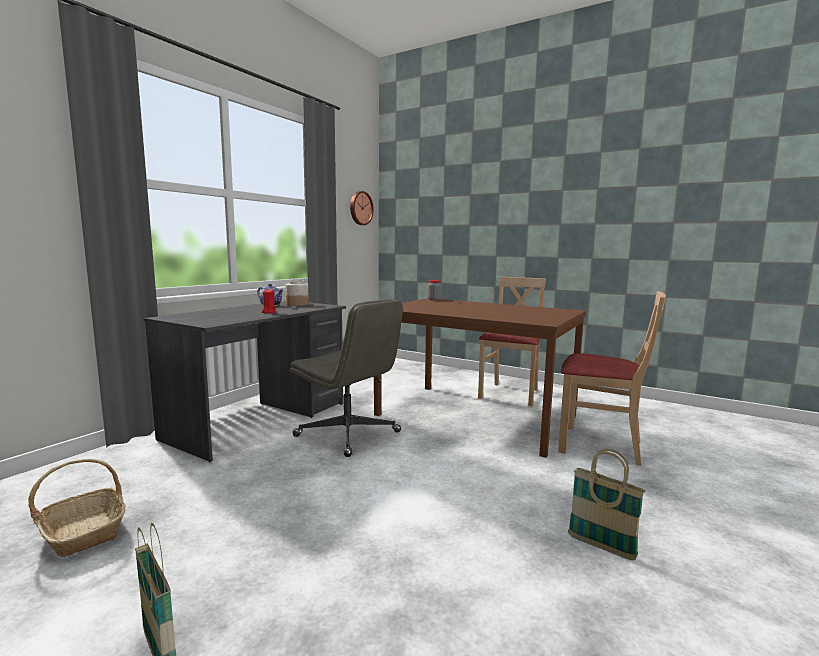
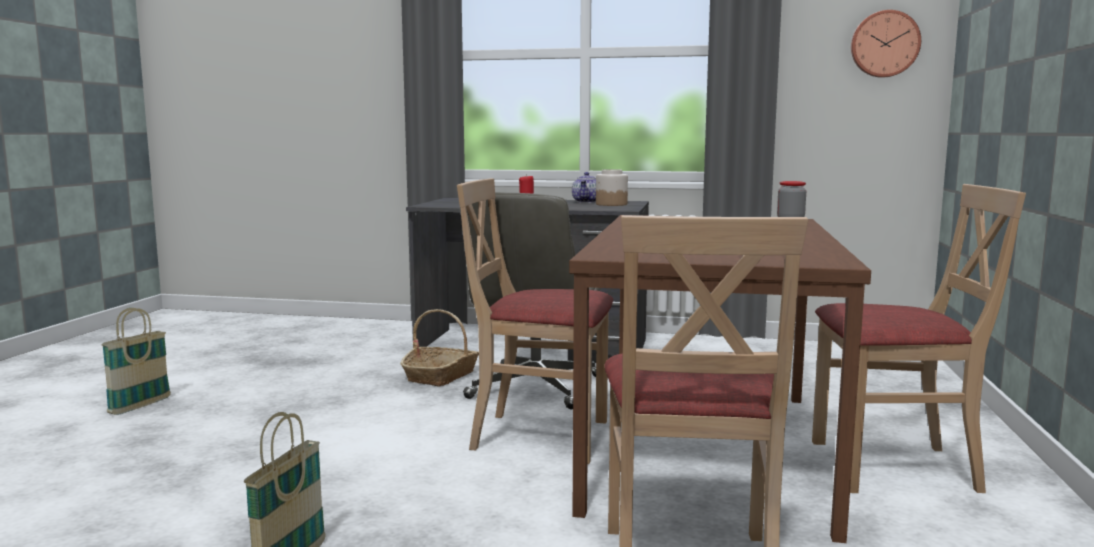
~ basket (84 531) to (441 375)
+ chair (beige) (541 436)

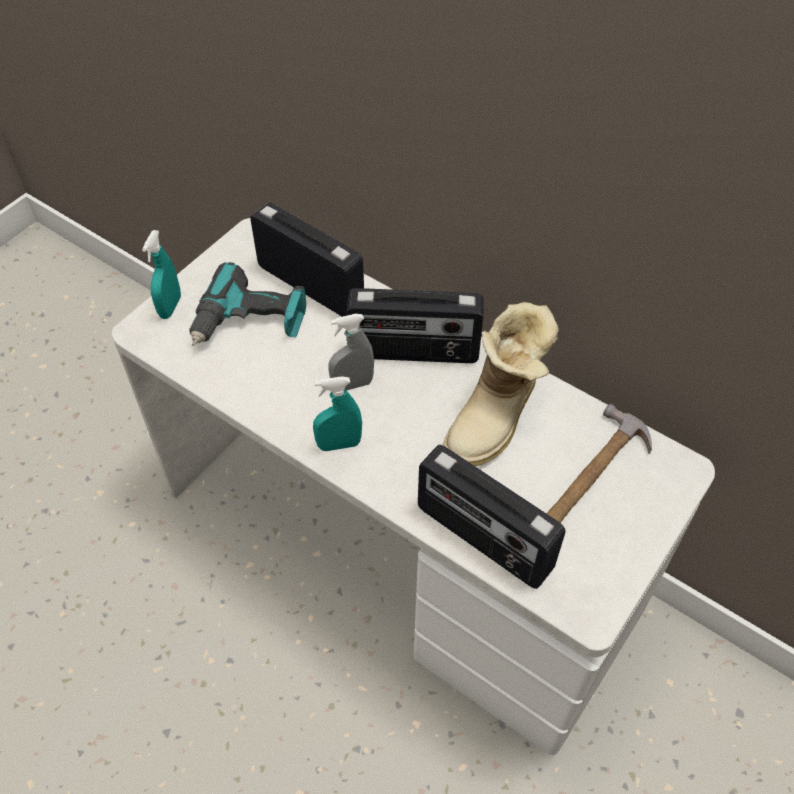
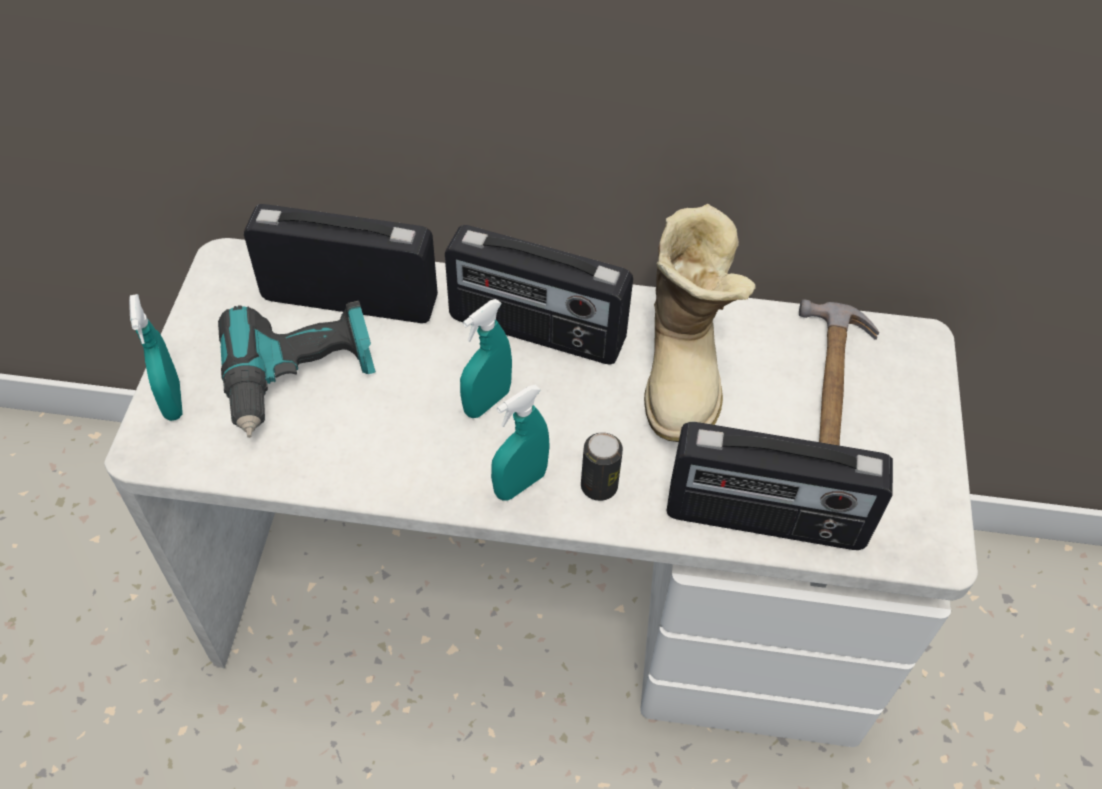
~ spray bottle (gray) (352 384) to spray bottle (turquoise) (487 402)
~ radio set (414 352) = (536 331) 45 degrees clockwise
+ sealed can (599 486)

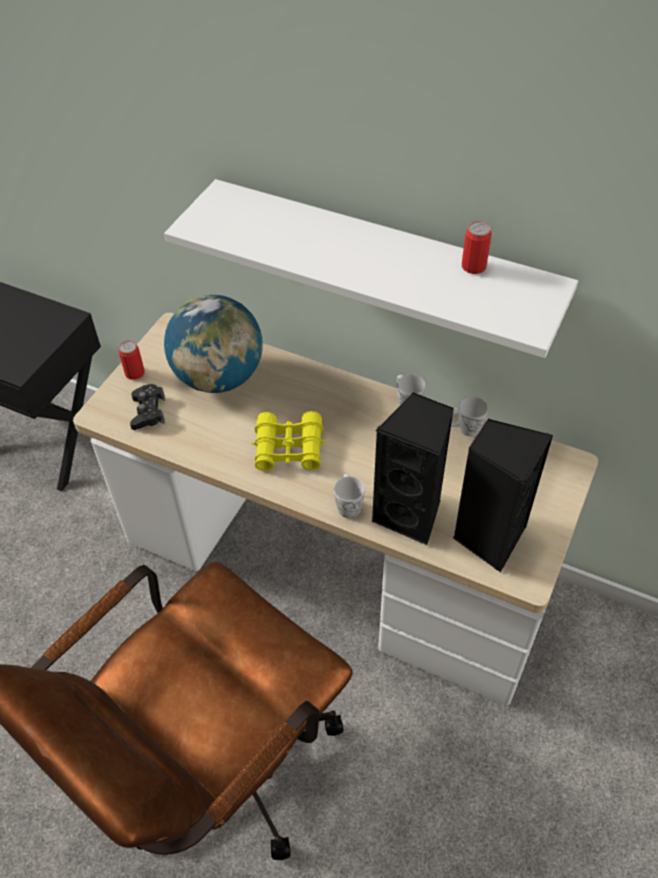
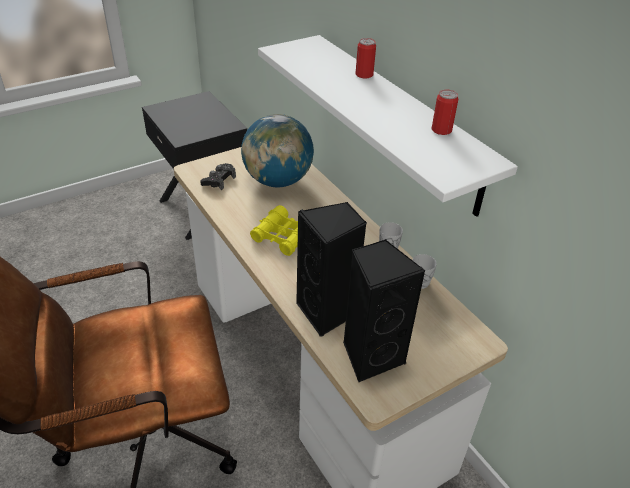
~ sealed can (135 373) to (364 74)
- mug (white-coloured) (348 505)

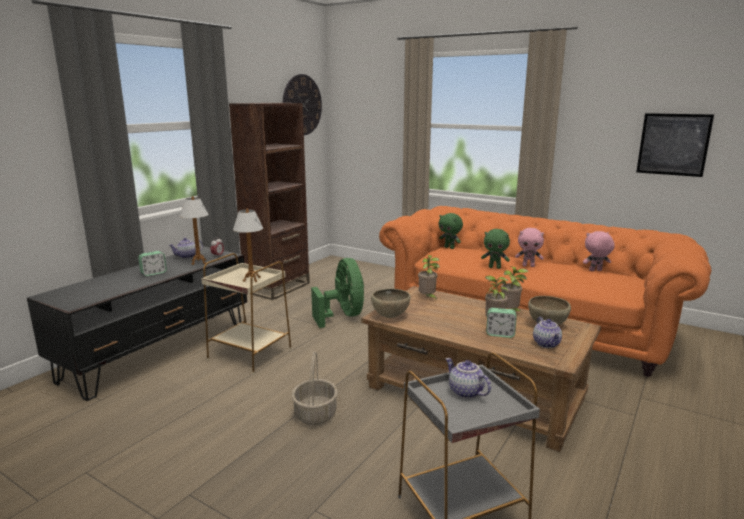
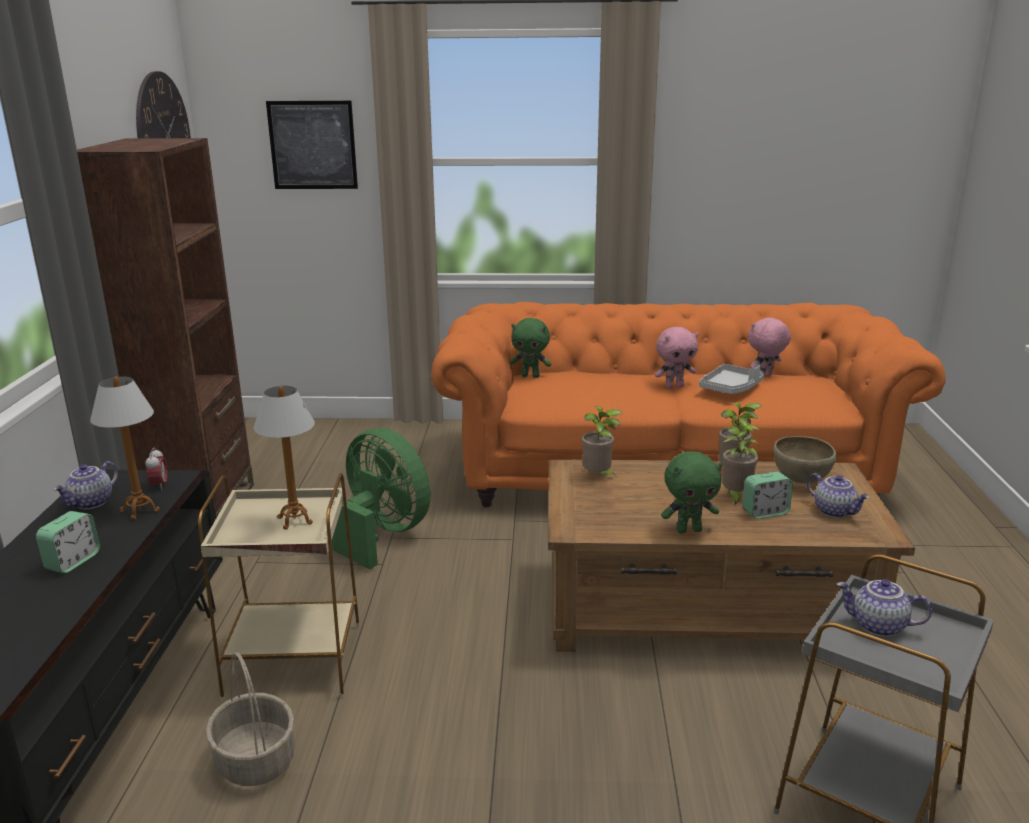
~ basket (315 414) to (254 761)
- deep dish (brown-coloured) (390 316)
~ plush toy (green) (495 267) to (689 530)
~ picture (673 144) to (312 145)
+ serving tray (gray) (731 388)

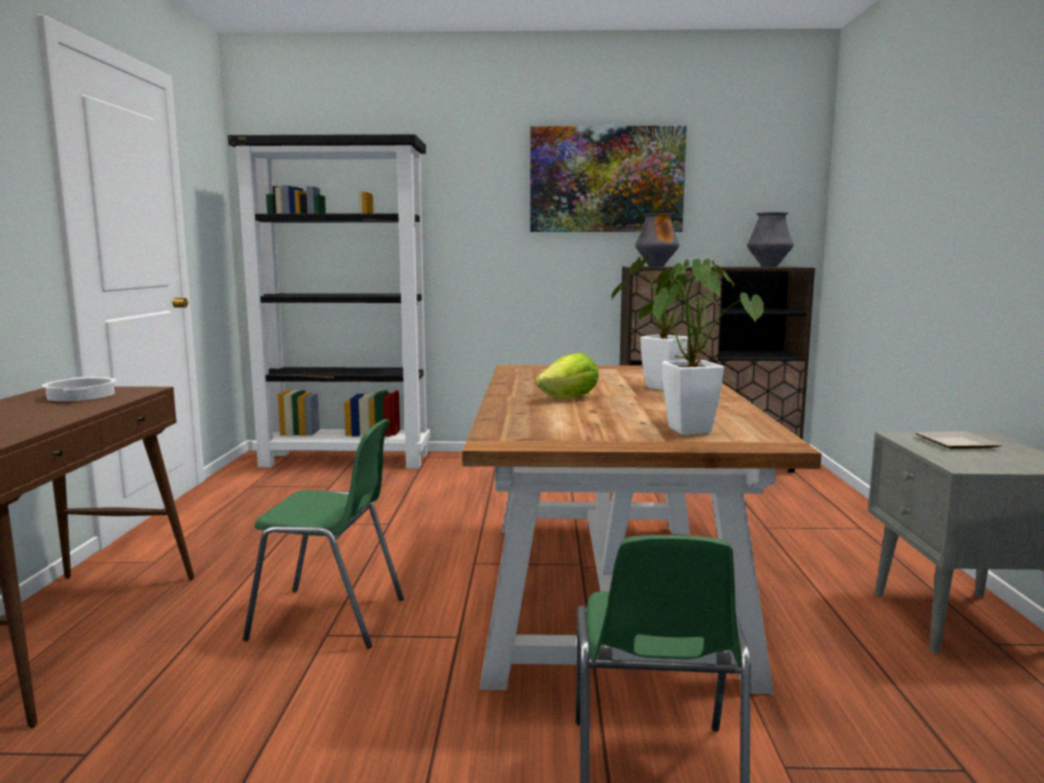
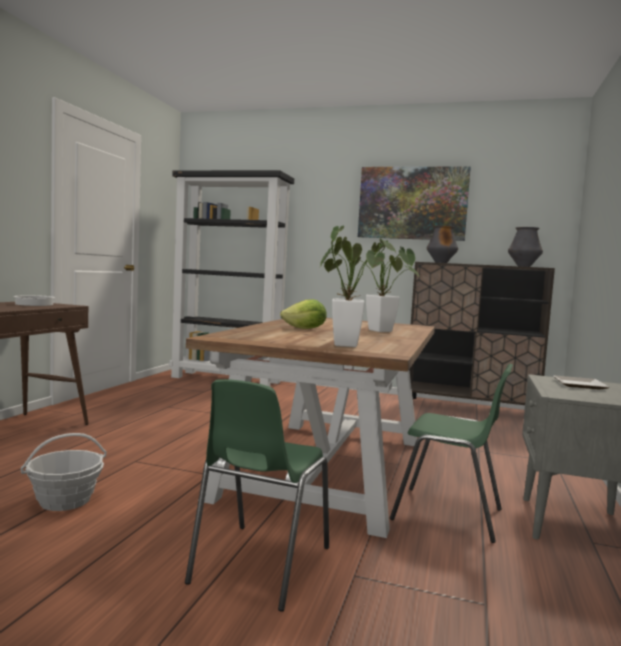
~ chair (green) (330 618) to (449 514)
+ basket (65 500)

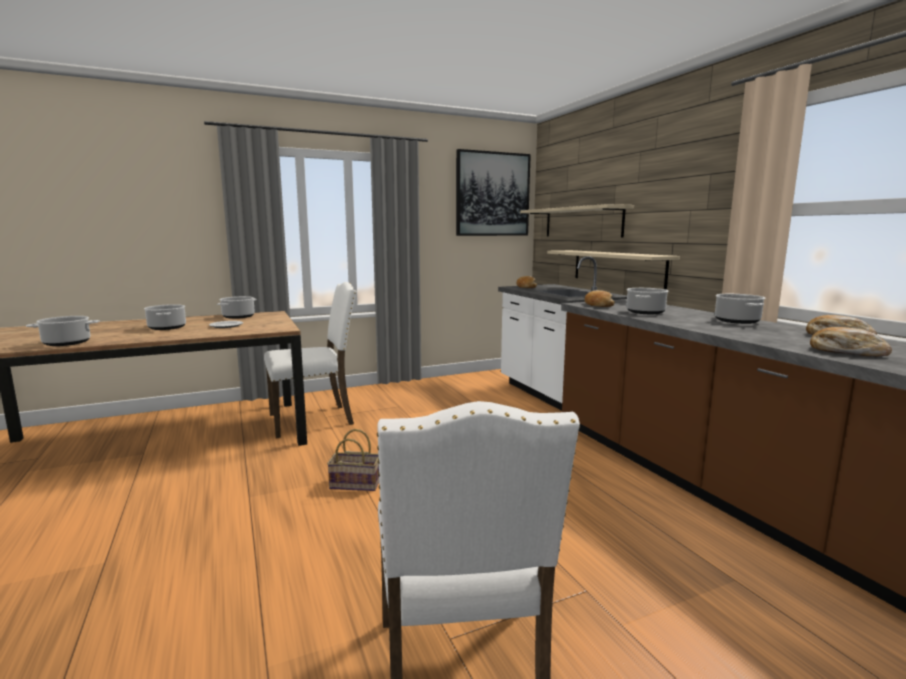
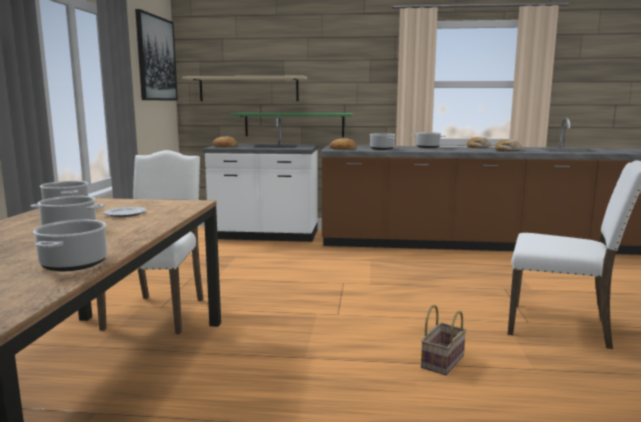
~ basket (357 483) to (442 361)
~ bracket shelf (beige) (617 268) to bracket shelf (green) (294 124)

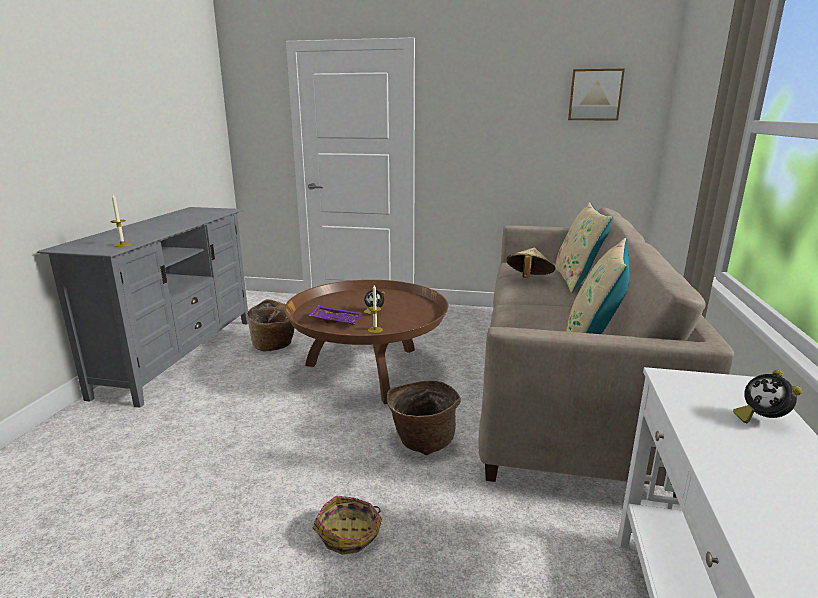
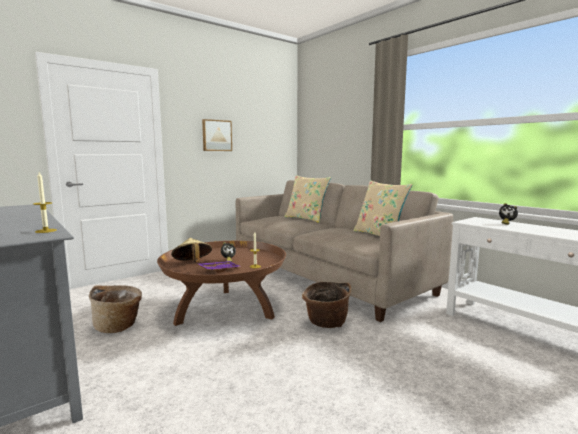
- basket (349 534)
~ hat (beige) (528 279) to (192 263)
~ picture (595 95) to (216 135)

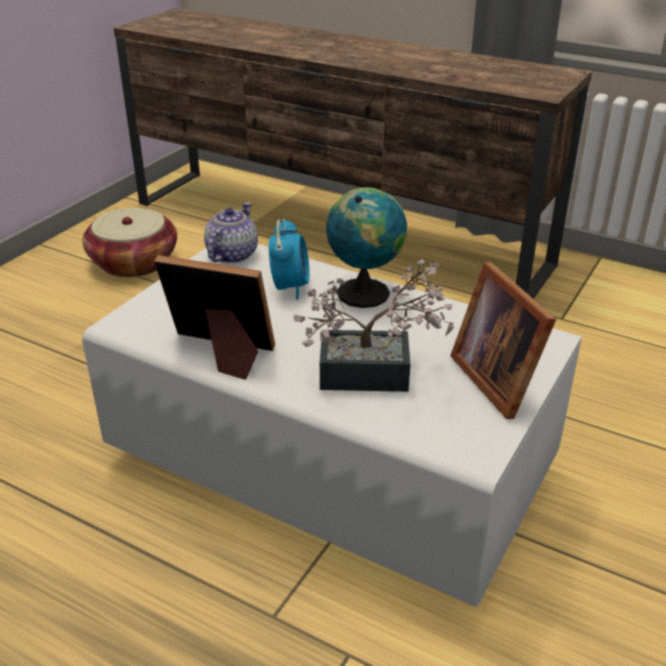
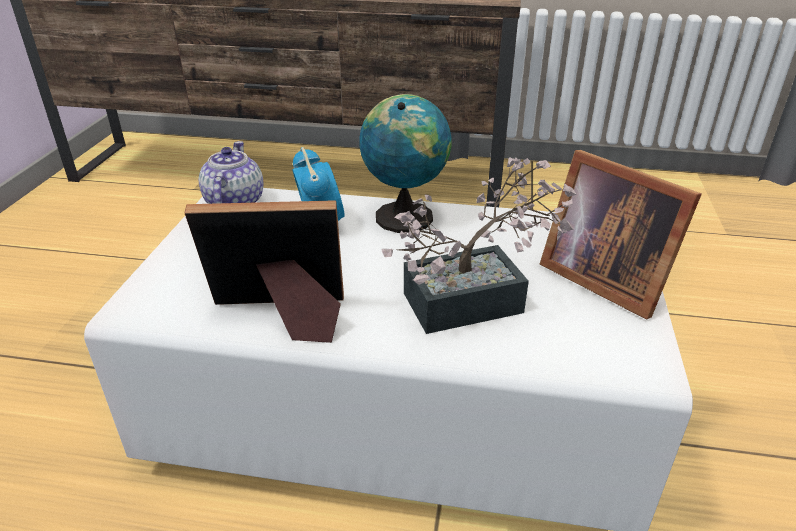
- basket (134 263)

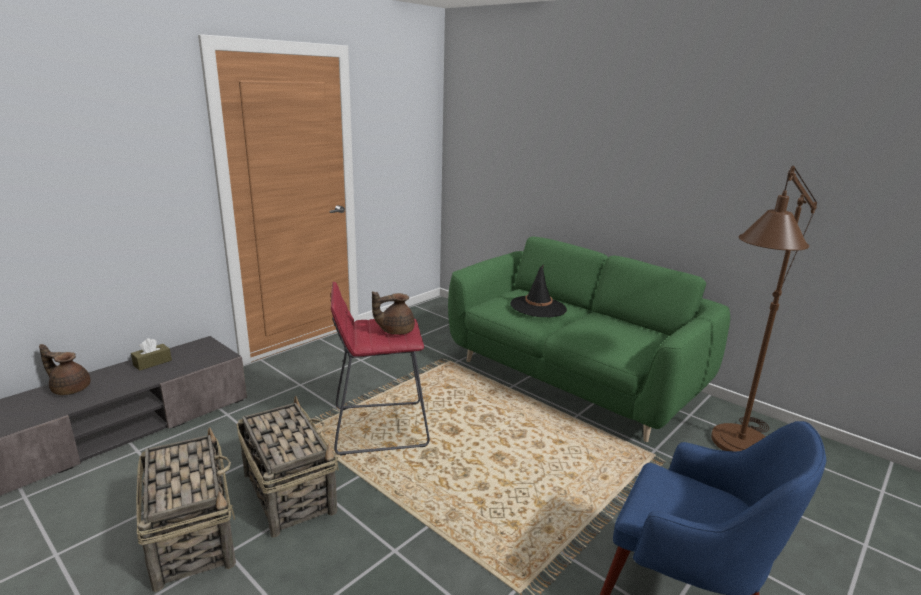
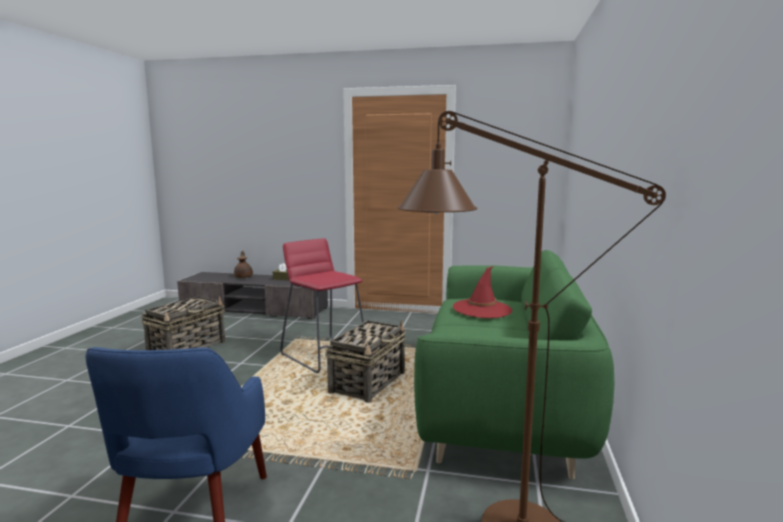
~ basket (289 491) to (368 382)
- teapot (brown-coloured) (395 330)
~ hat (blackish) (538 307) to hat (reddish) (482 309)

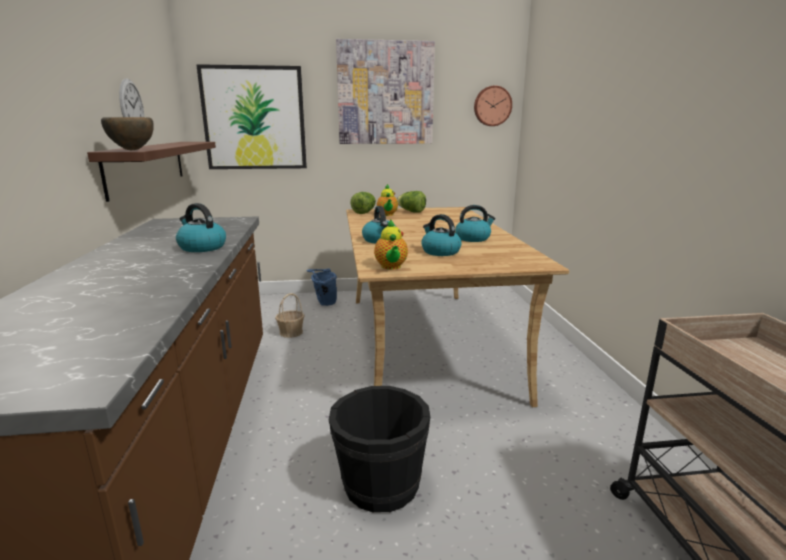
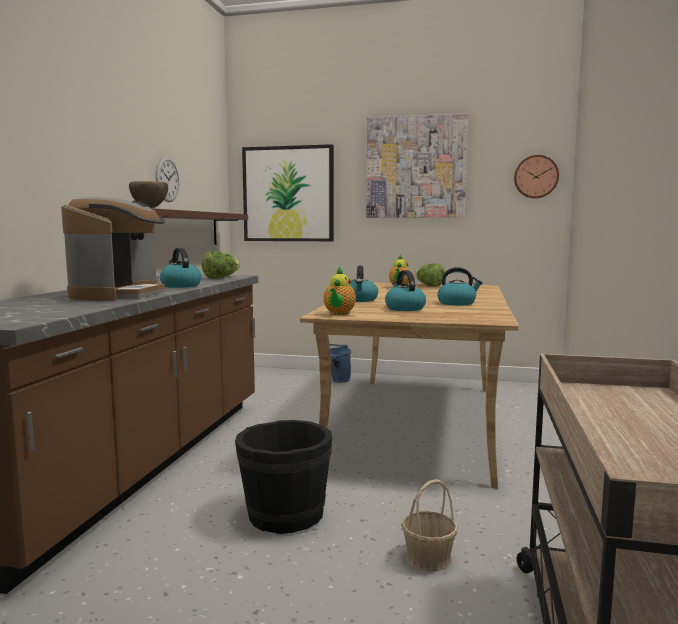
~ basket (291 332) to (428 558)
~ lettuce (364 212) to (221 278)
+ coffee machine (119 295)

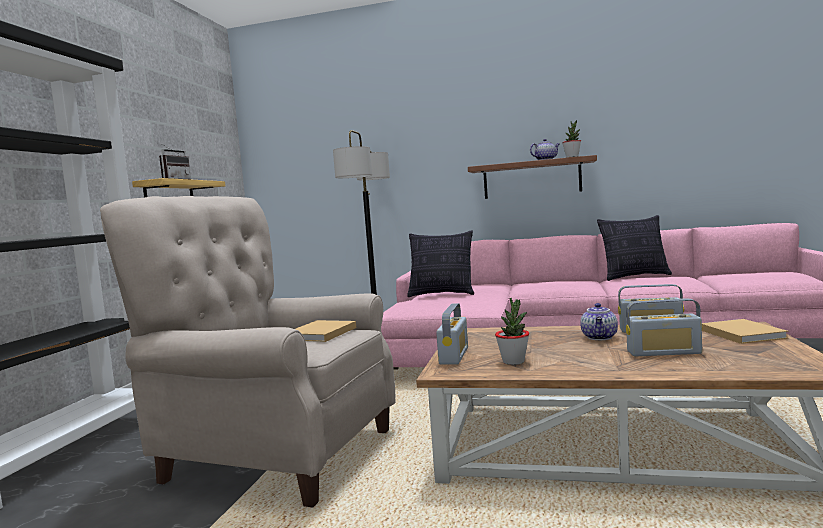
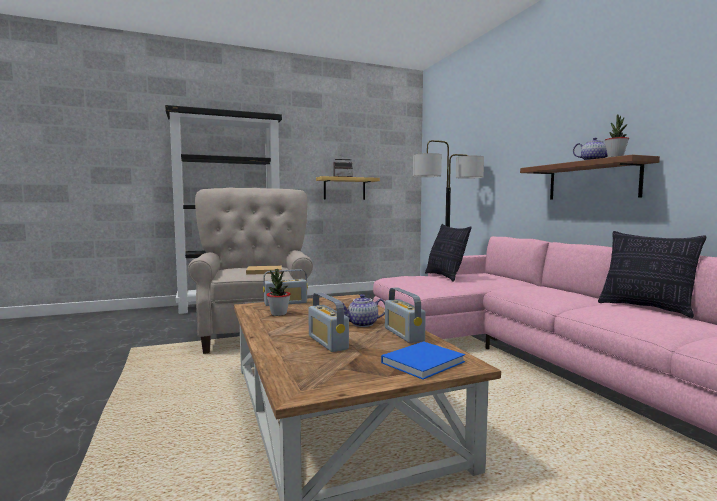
~ book (beige) (740 333) to book (blue-coloured) (424 362)

